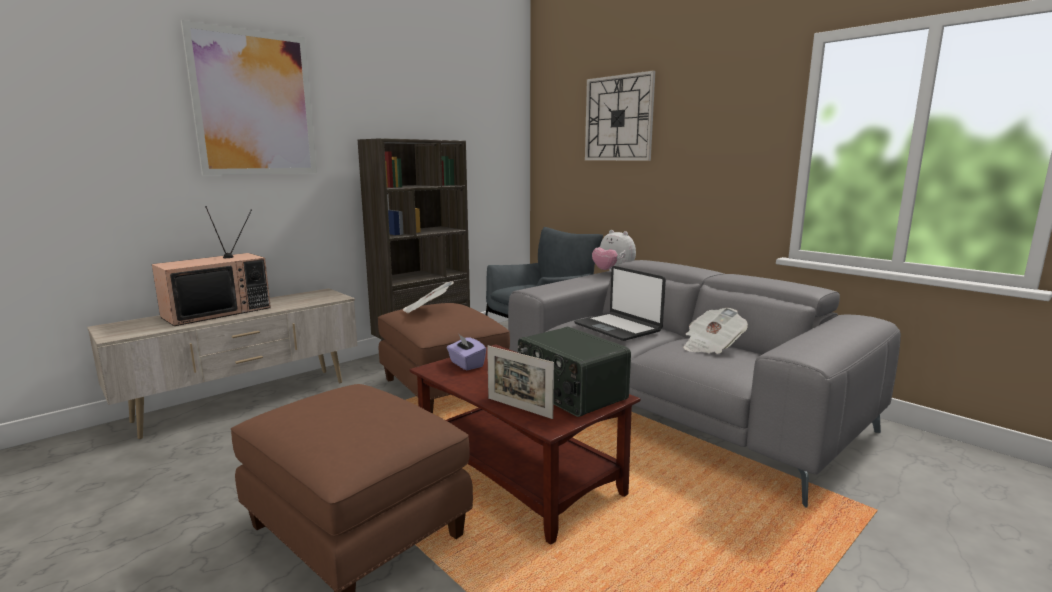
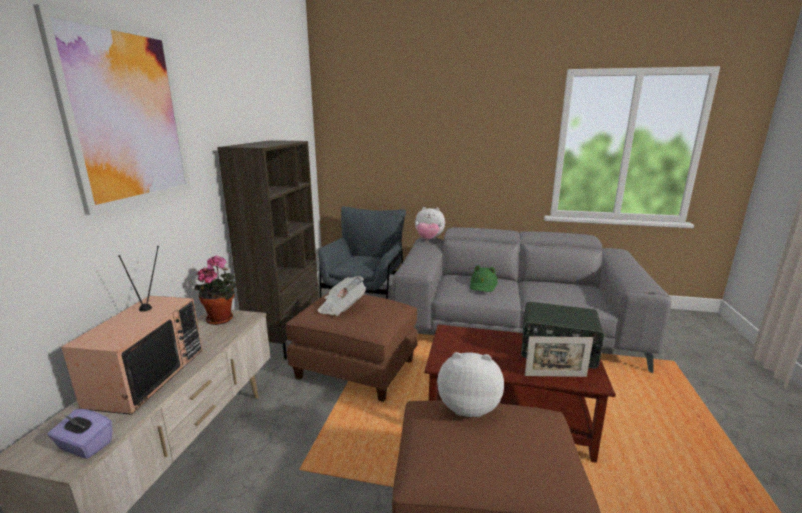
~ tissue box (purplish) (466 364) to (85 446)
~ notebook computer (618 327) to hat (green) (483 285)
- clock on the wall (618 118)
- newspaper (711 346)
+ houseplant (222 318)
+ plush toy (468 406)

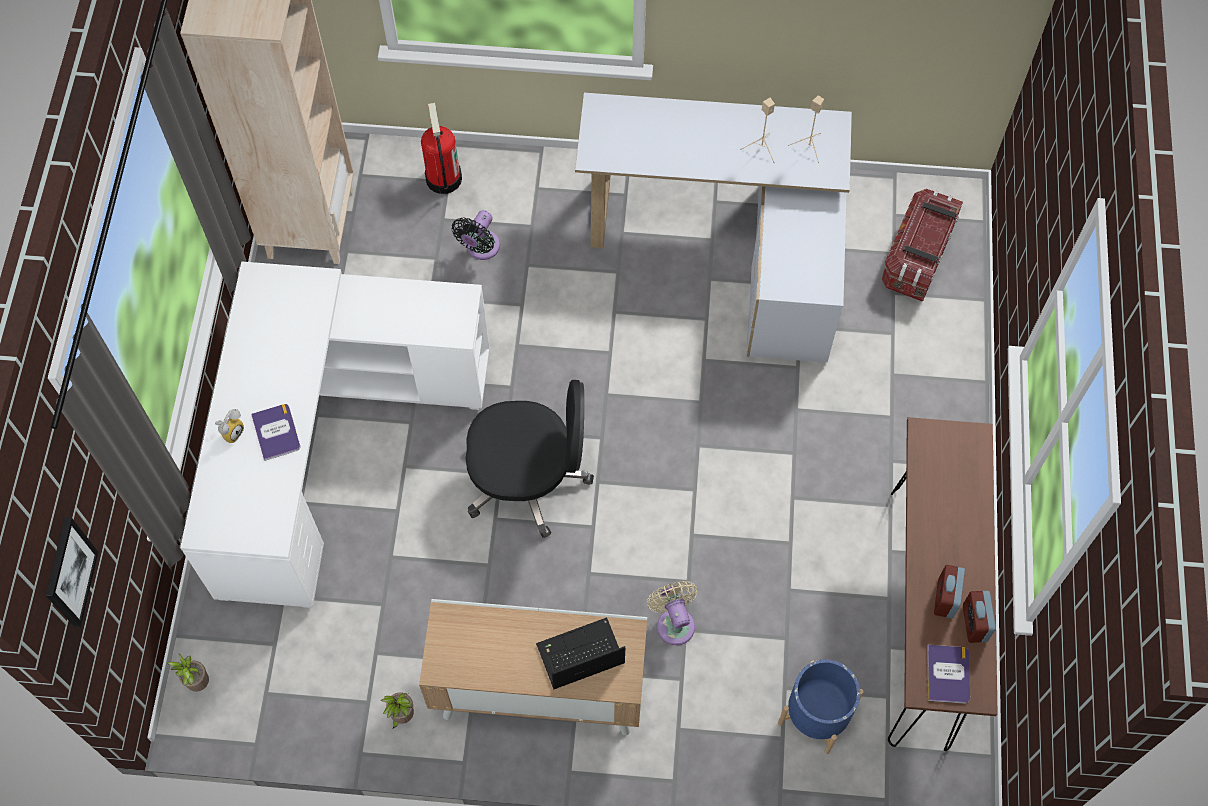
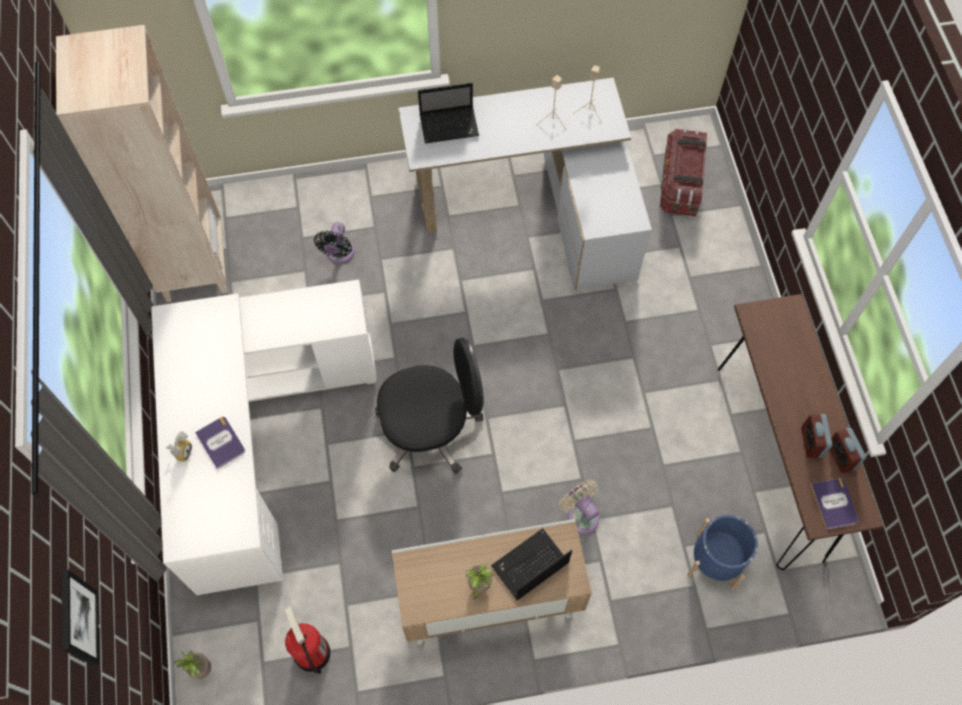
~ houseplant (401 716) to (478 586)
~ extinguisher (443 178) to (311 653)
+ notebook computer (450 125)

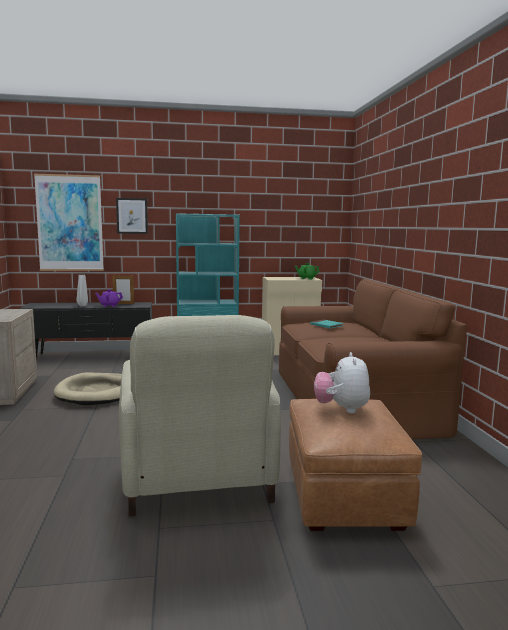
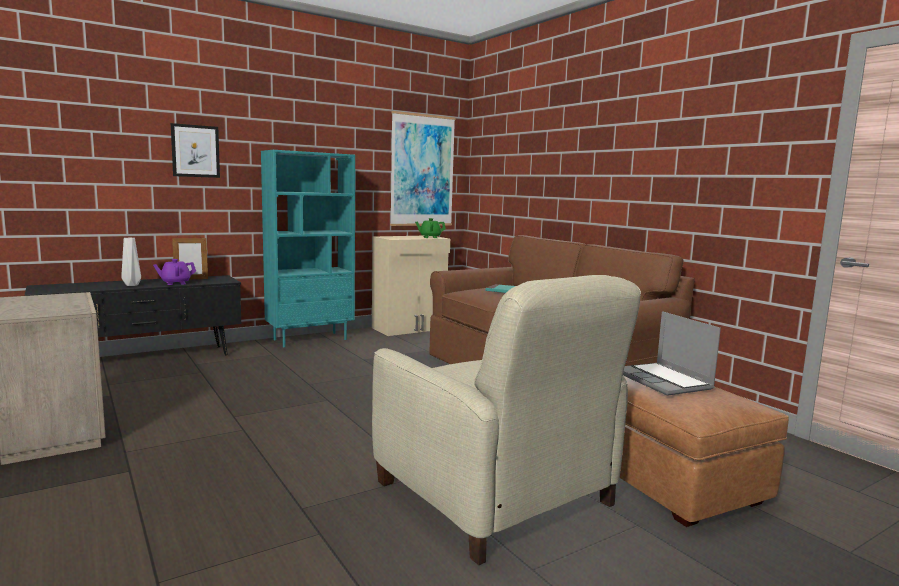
~ picture (70 223) to (422 170)
- dog bed (beige) (98 392)
~ plush toy (341 409) to notebook computer (664 381)

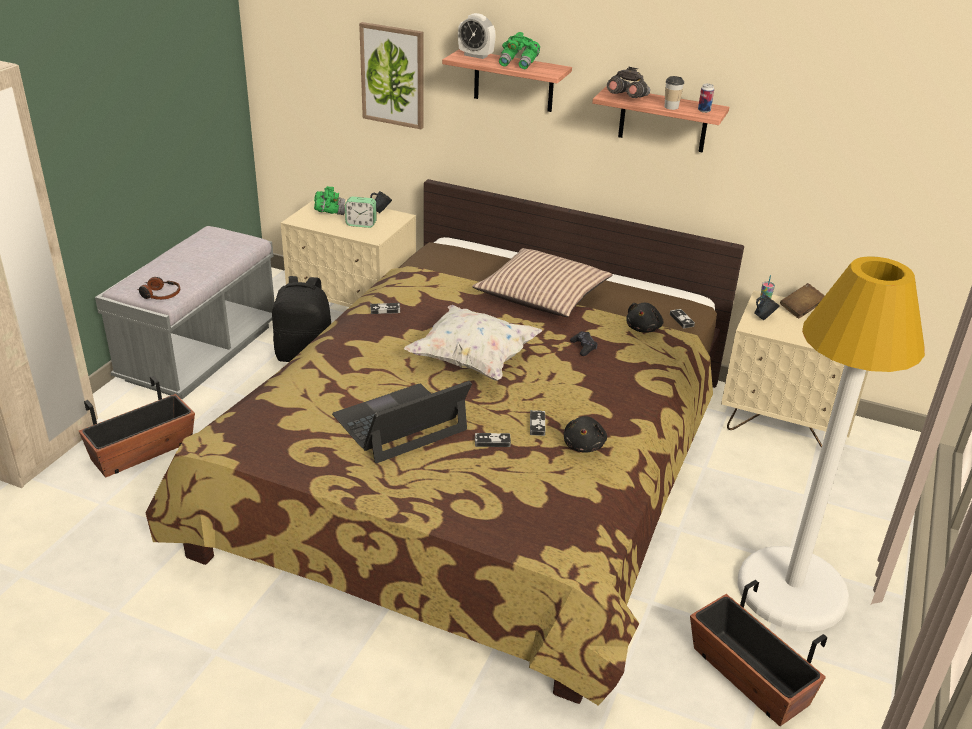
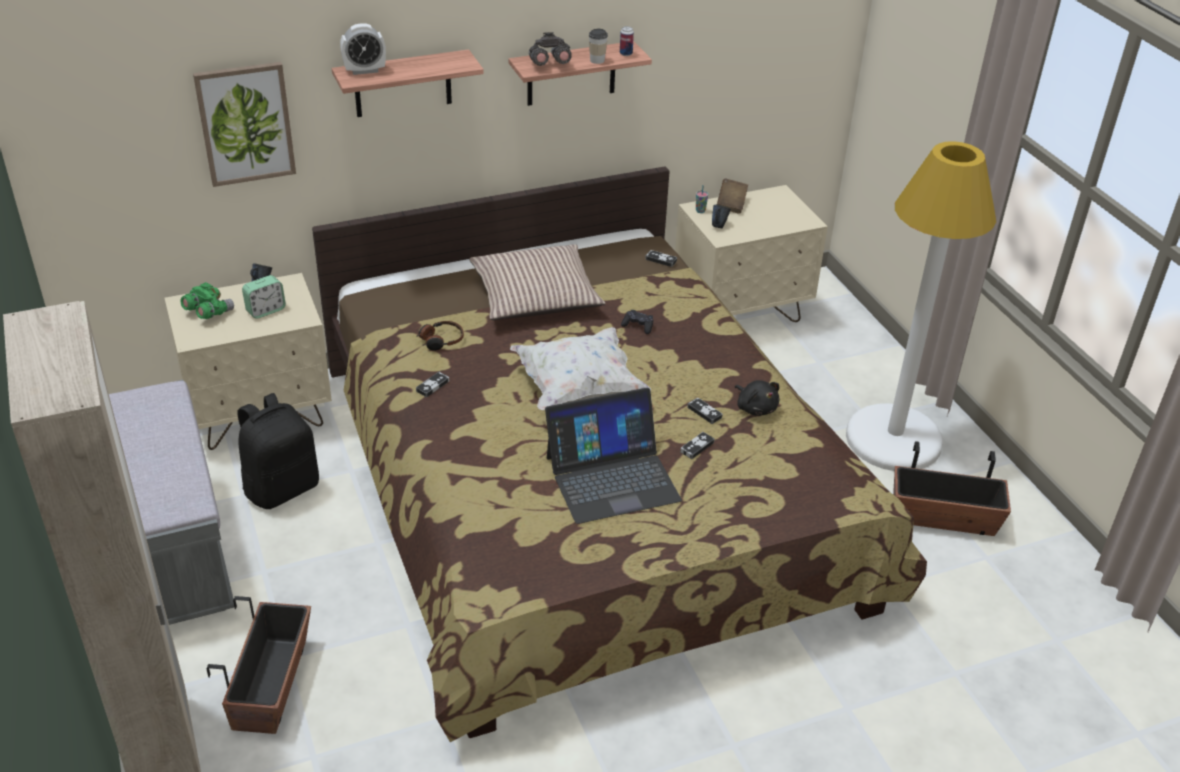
~ headphones (160 295) to (440 340)
~ notebook computer (400 423) = (612 478) 120 degrees counterclockwise
- field glasses (green) (519 63)
- plush toy (blackish) (644 328)

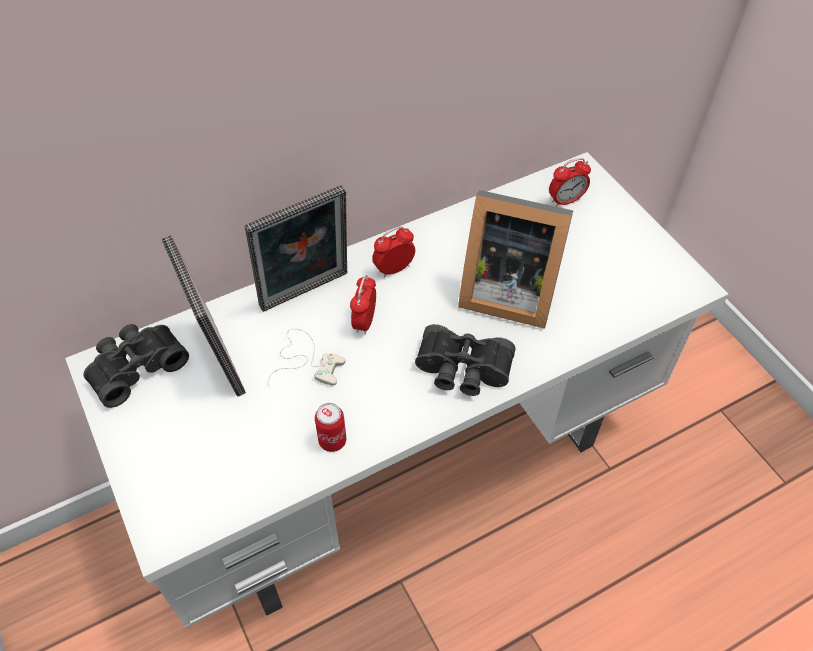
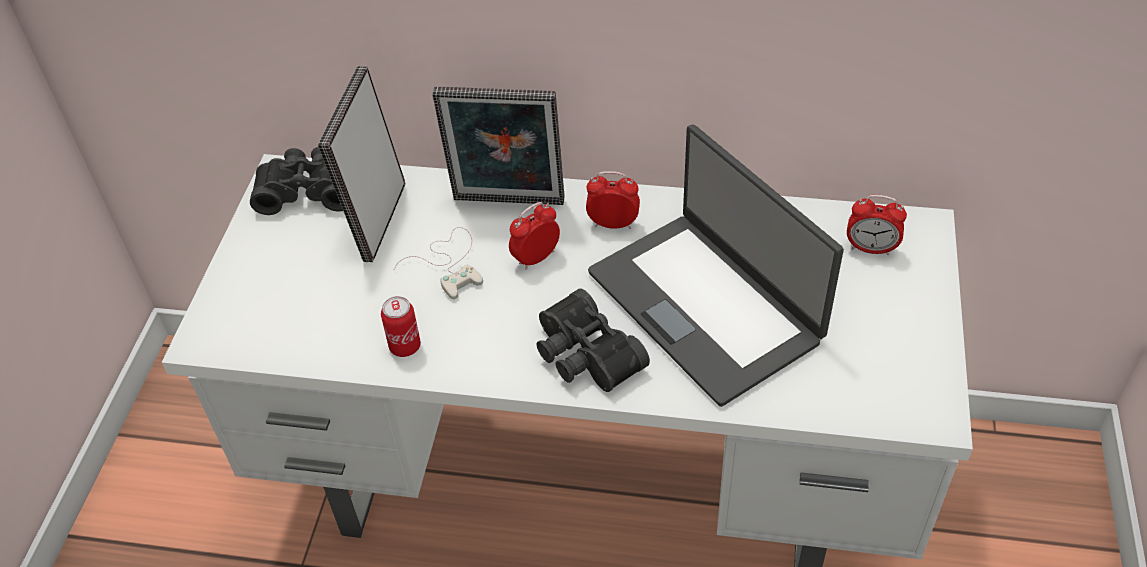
~ photo frame (505 291) to notebook computer (706 305)

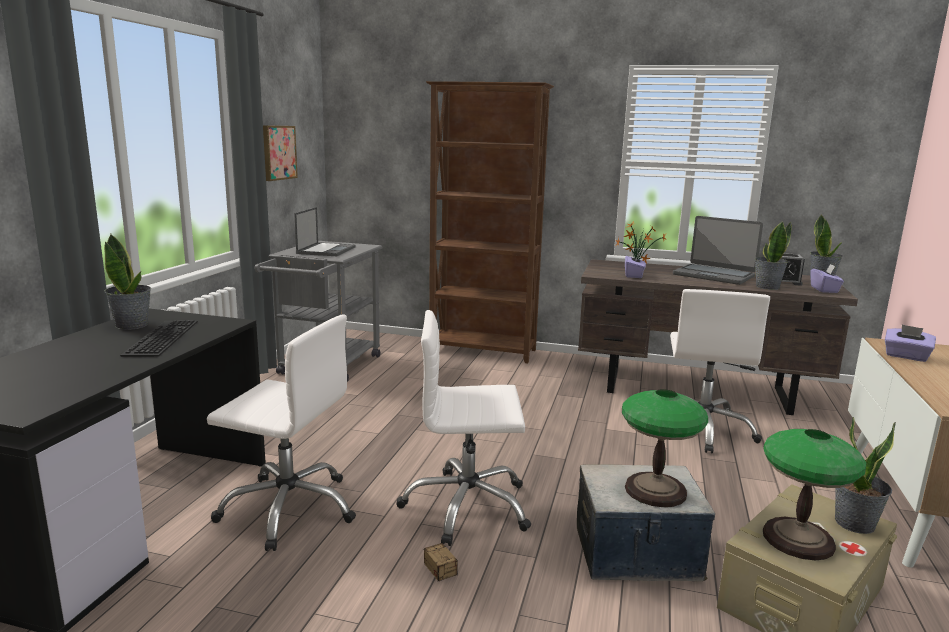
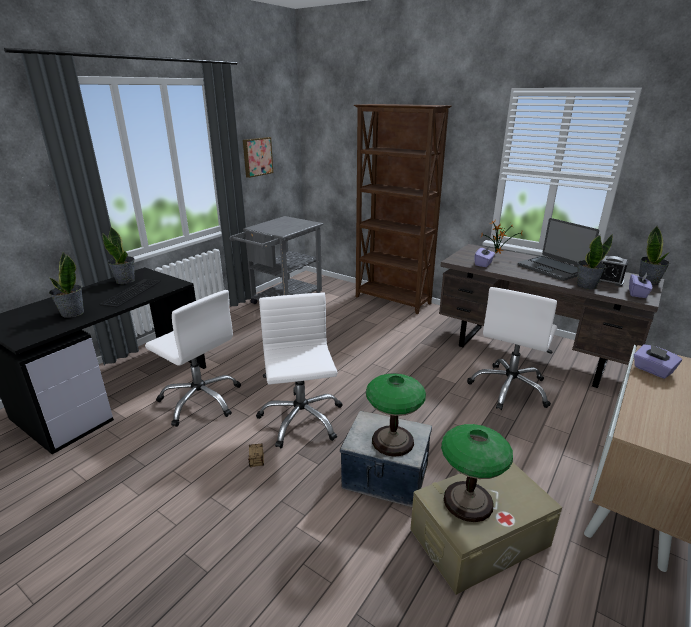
- notebook computer (326 250)
~ office chair (white-coloured) (467 507) = (301 419) 60 degrees clockwise
~ houseplant (855 524) to (72 313)

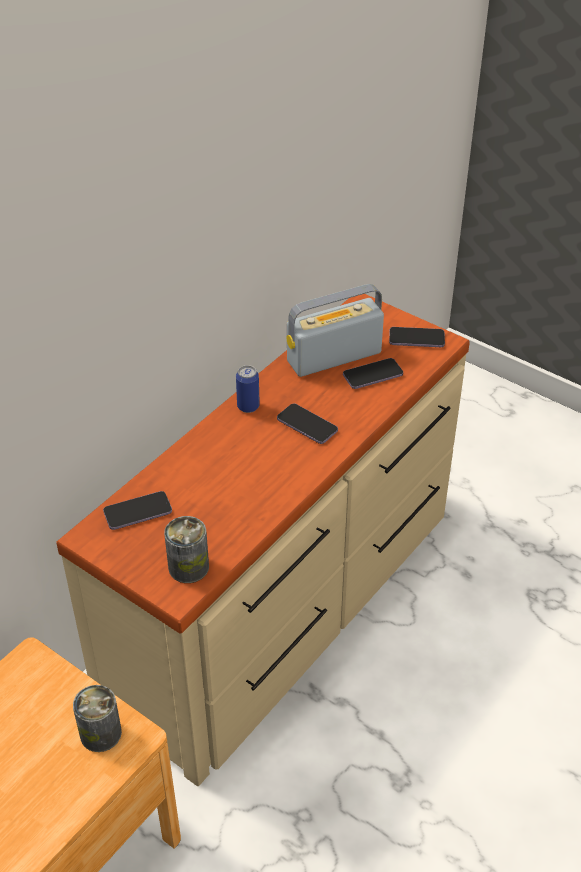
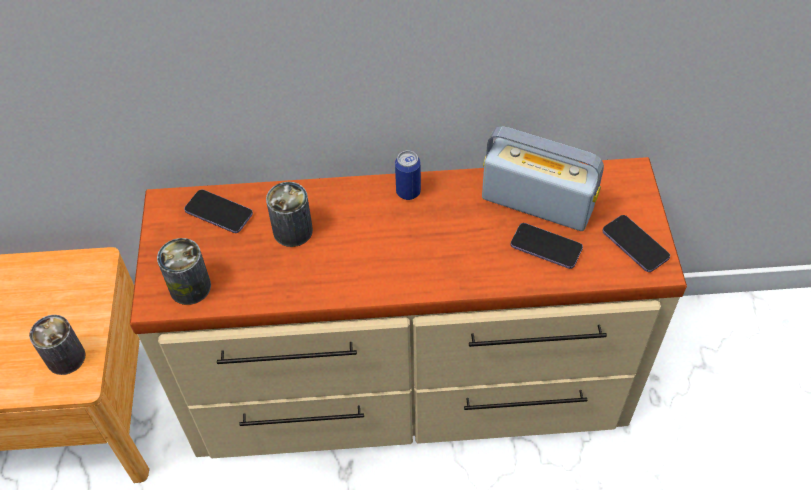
- phone (307 425)
+ sealed can (293 230)

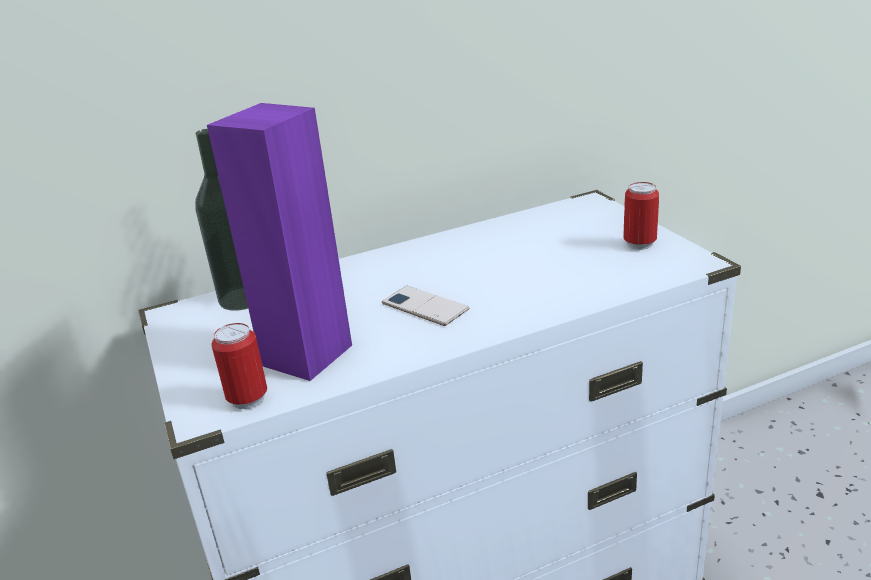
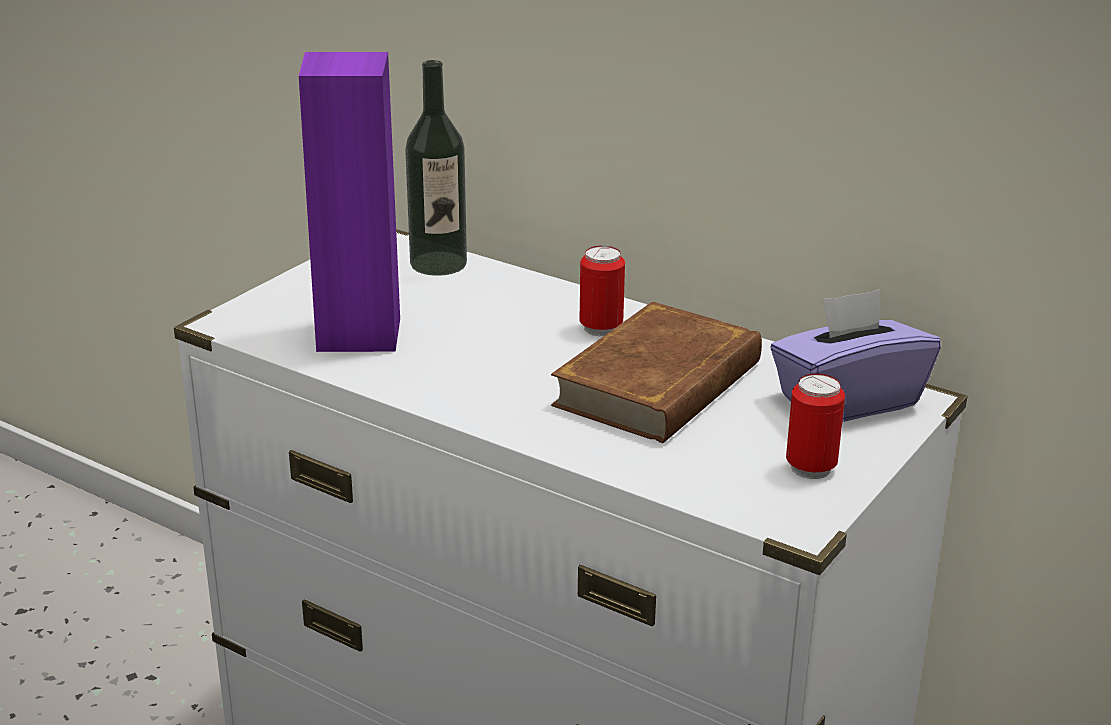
~ sealed can (247 399) to (601 328)
- phone (425 306)
+ book (brown-coloured) (660 384)
+ tissue box (purplish) (847 400)

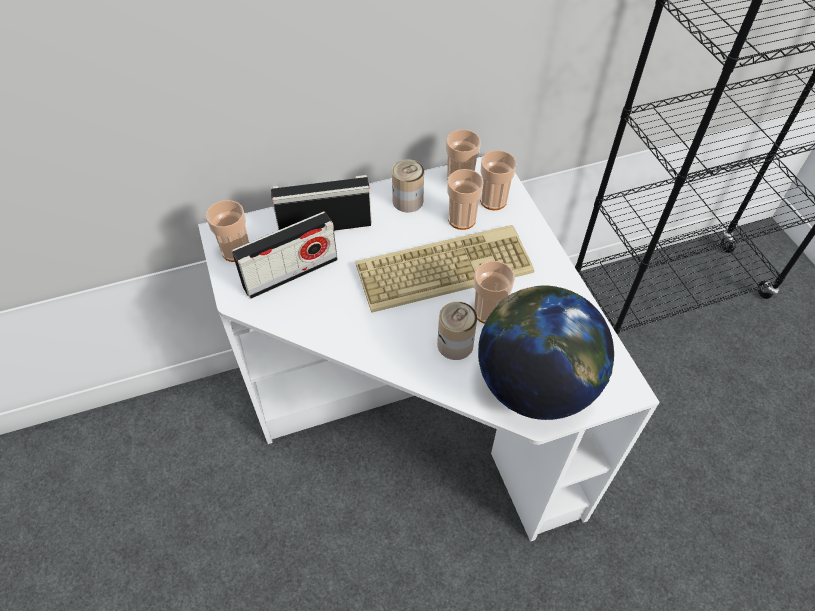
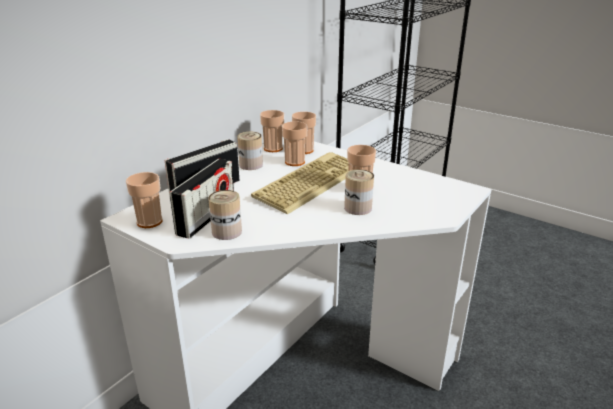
- globe (535 385)
+ sealed can (227 232)

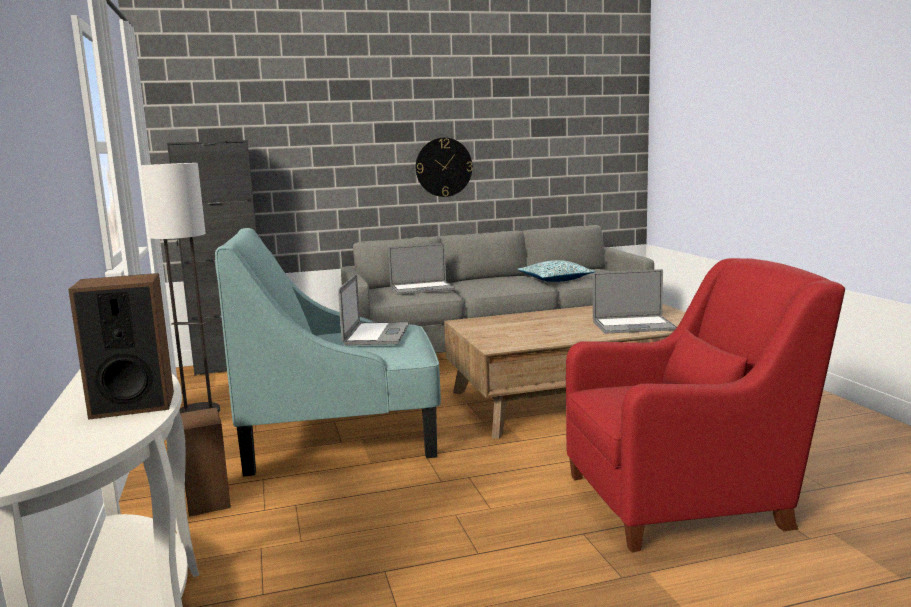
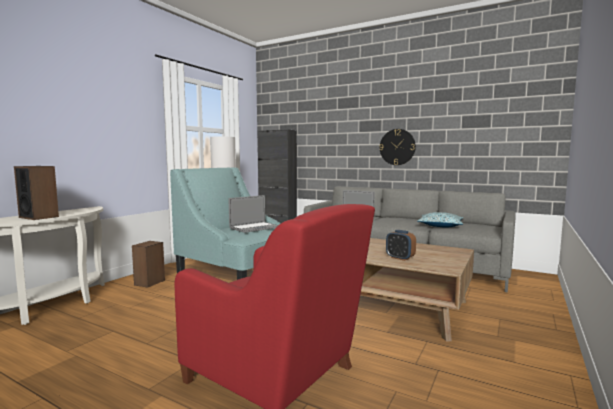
~ notebook computer (633 325) to alarm clock (400 258)

